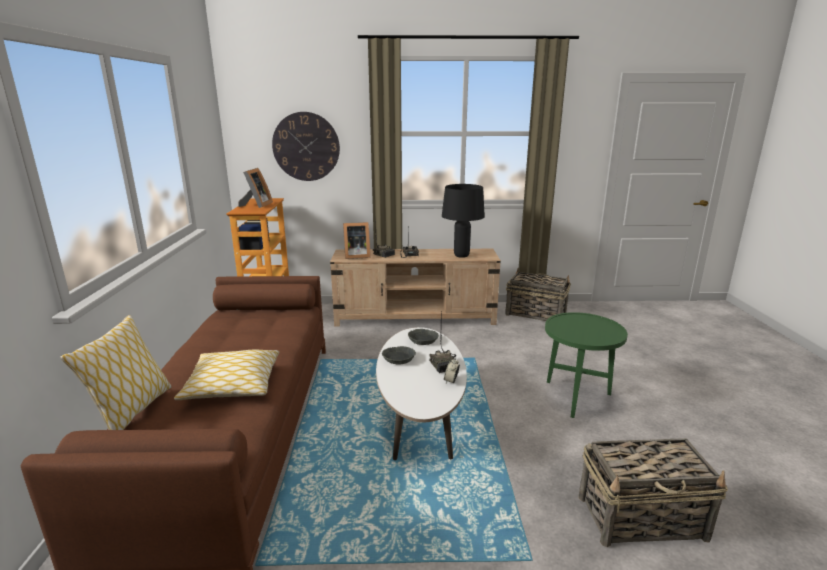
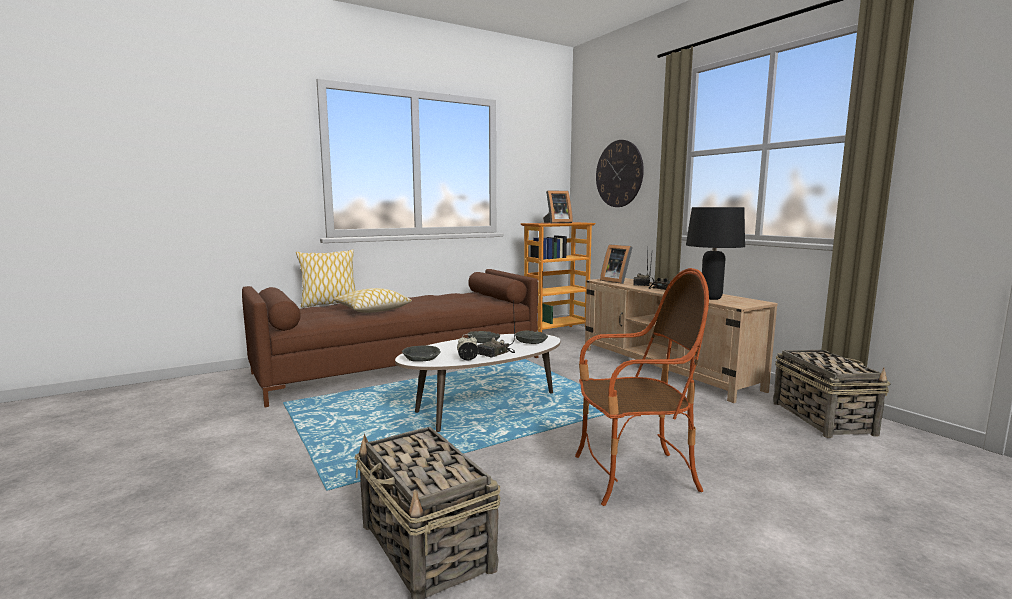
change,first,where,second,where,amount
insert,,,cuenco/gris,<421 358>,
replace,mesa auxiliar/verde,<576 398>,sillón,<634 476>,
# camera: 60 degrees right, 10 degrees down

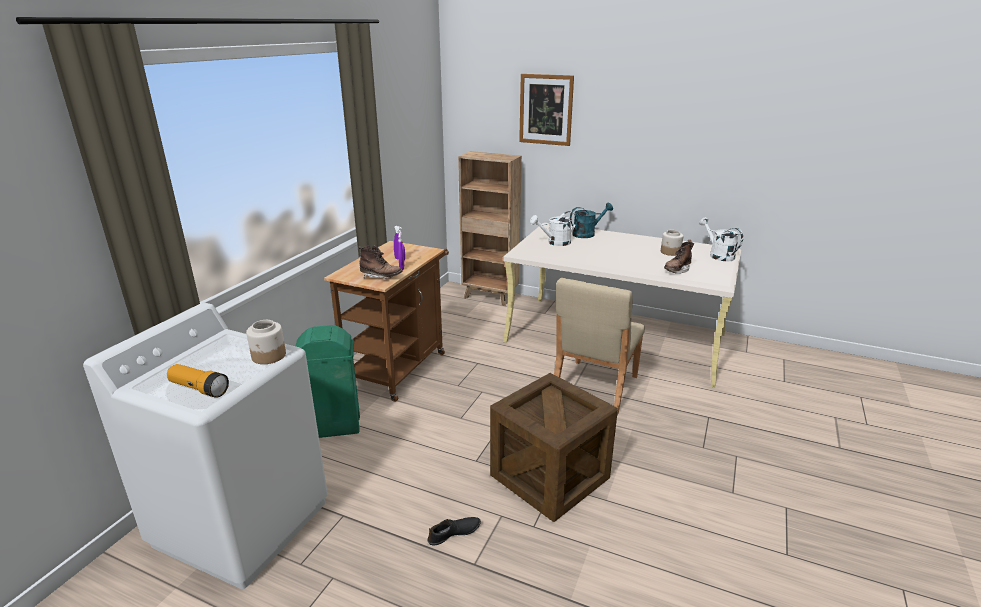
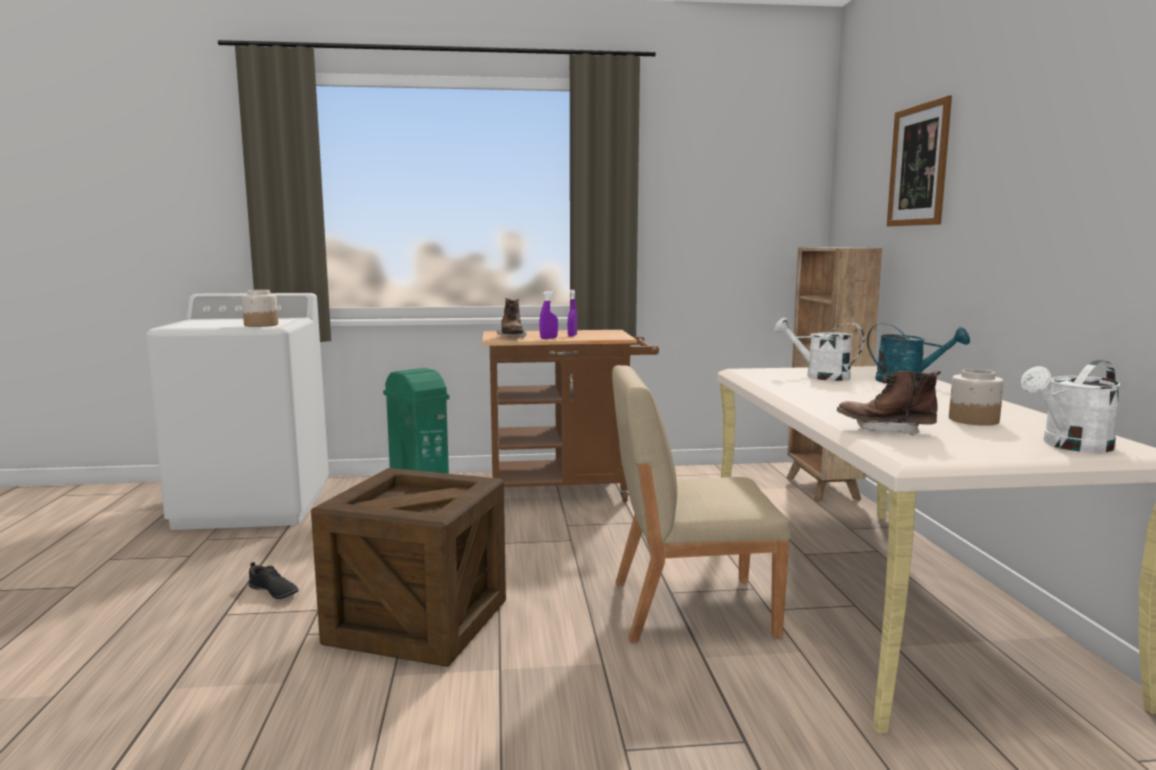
change,first,where,second,where,amount
rotate,regadera/blanco,<718 255>,,<1070 446>,150 degrees counterclockwise
delete,linterna,<199 389>,,,
# camera: 60 degrees right, 15 degrees down

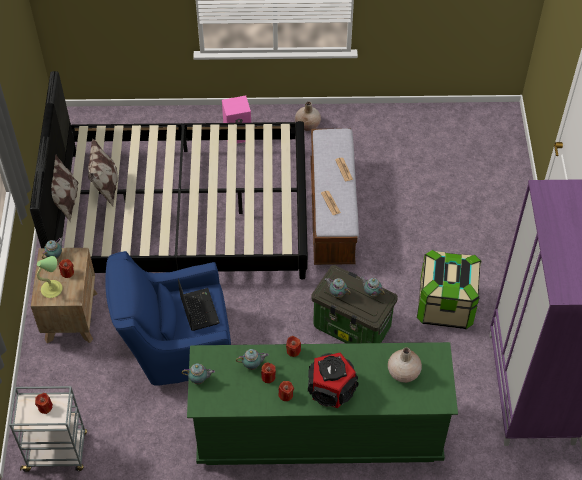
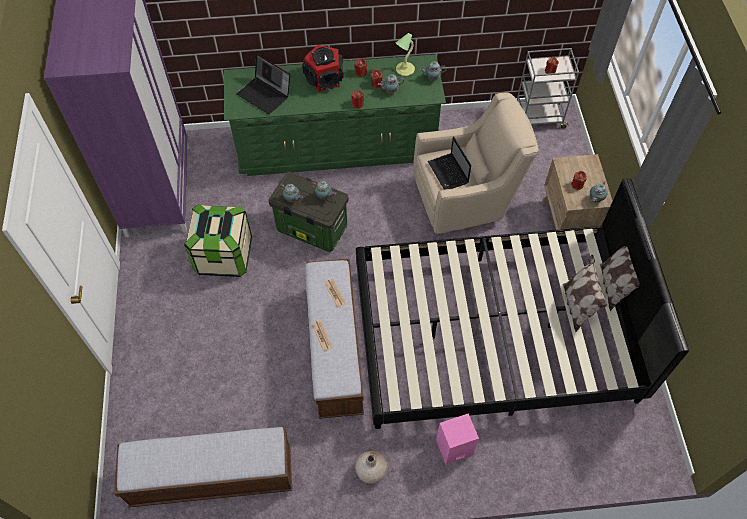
change,first,where,second,where,amount
insert,,,banco,<212 477>,
replace,florero/beis,<403 372>,portátil,<265 94>,
move,lámpara de mesa,<52 289>,,<404 69>,
recolor,sillón/azul,<176 349>,sillón/beis,<466 199>,
# camera: 175 degrees right, 5 degrees up

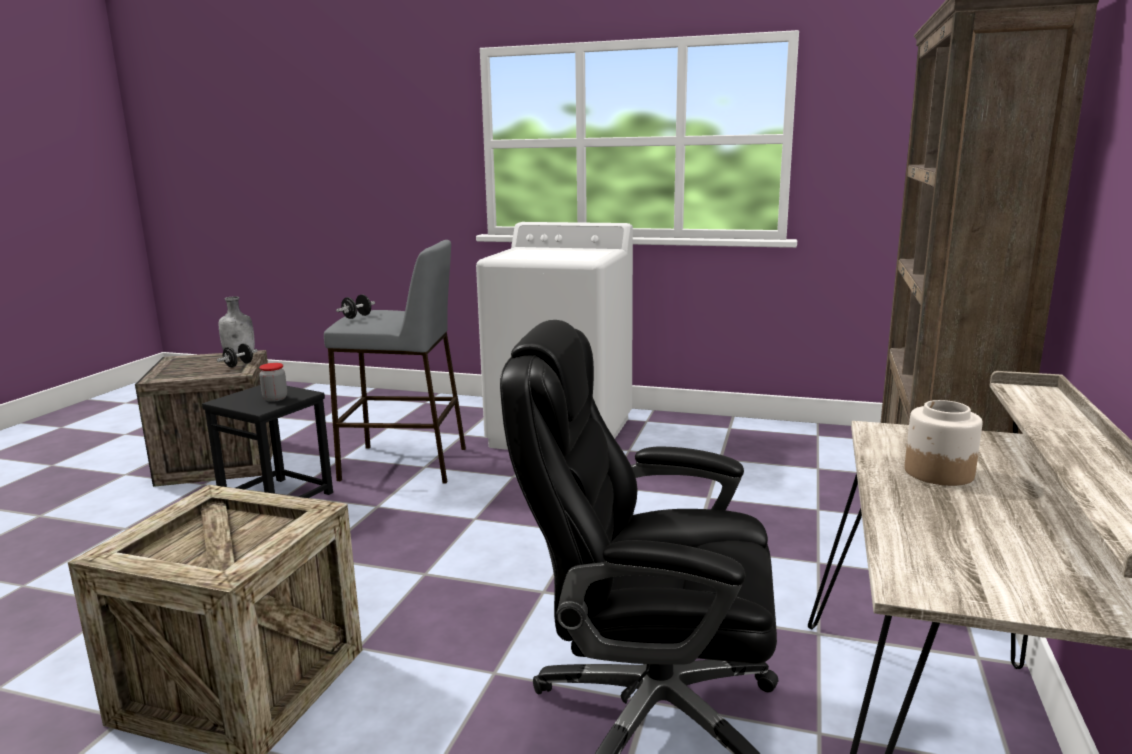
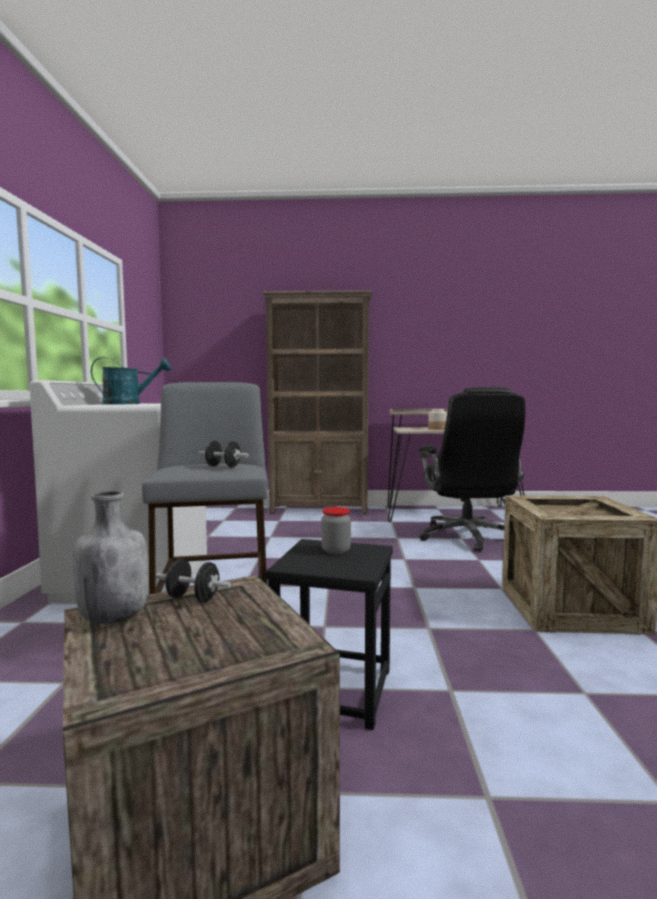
change,first,where,second,where,amount
insert,,,regadera/turquesa,<129 404>,
# camera: 105 degrees left, 10 degrees down

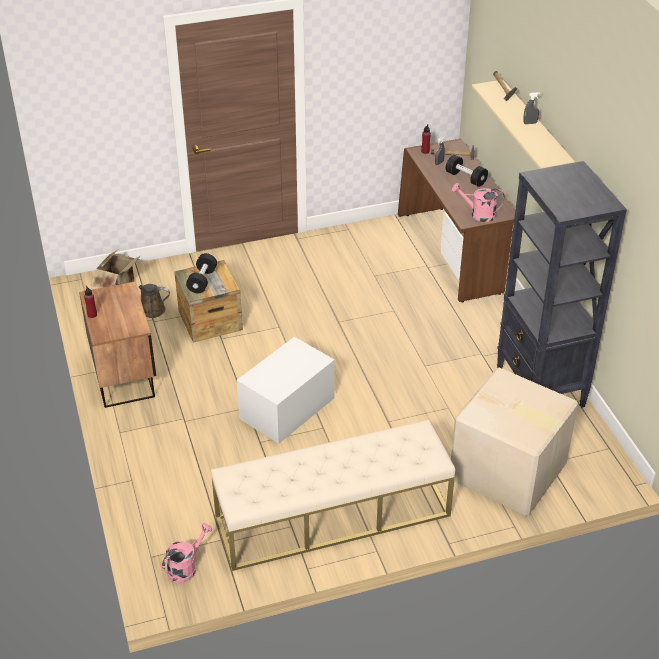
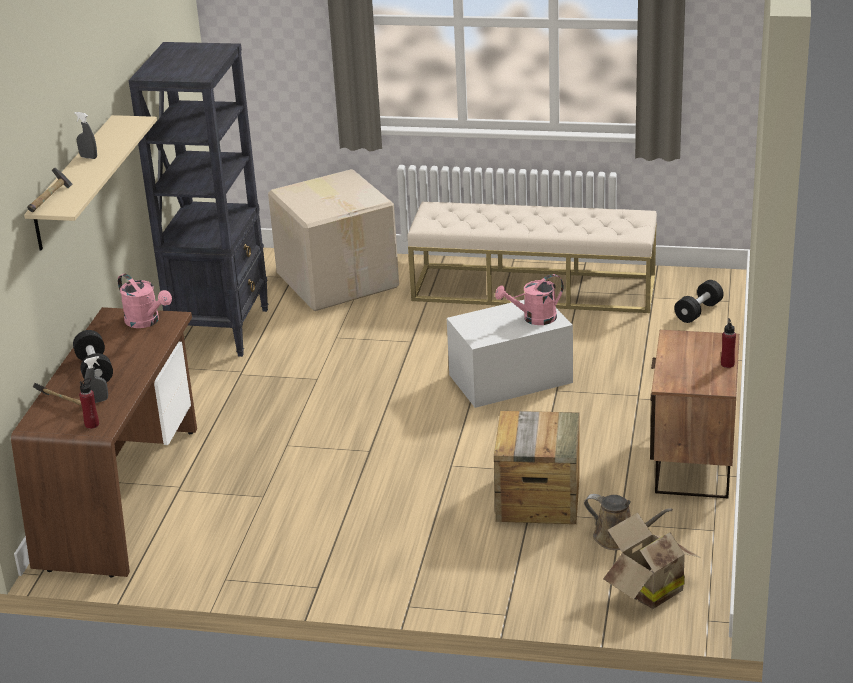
change,first,where,second,where,amount
move,regadera/rosa,<186 567>,,<534 319>,
move,mancuerna/negro,<202 281>,,<698 311>,
# camera: 150 degrees left, 10 degrees down

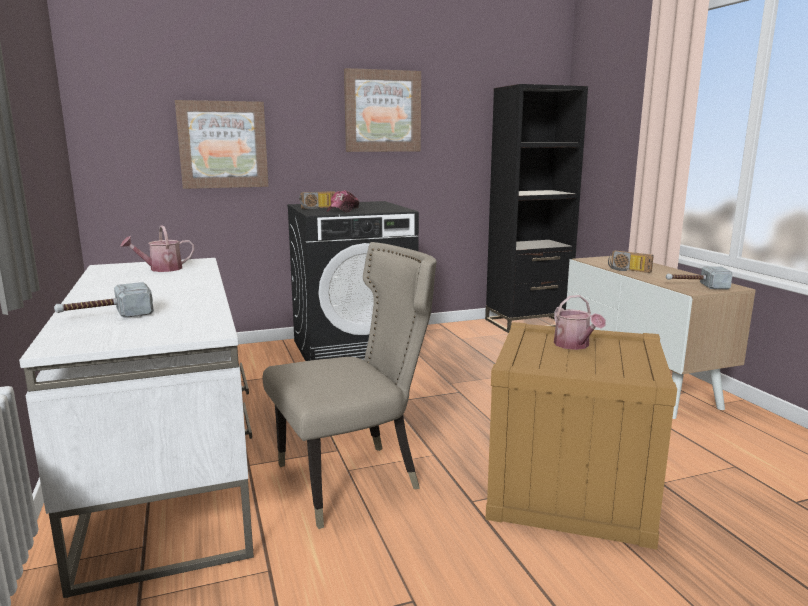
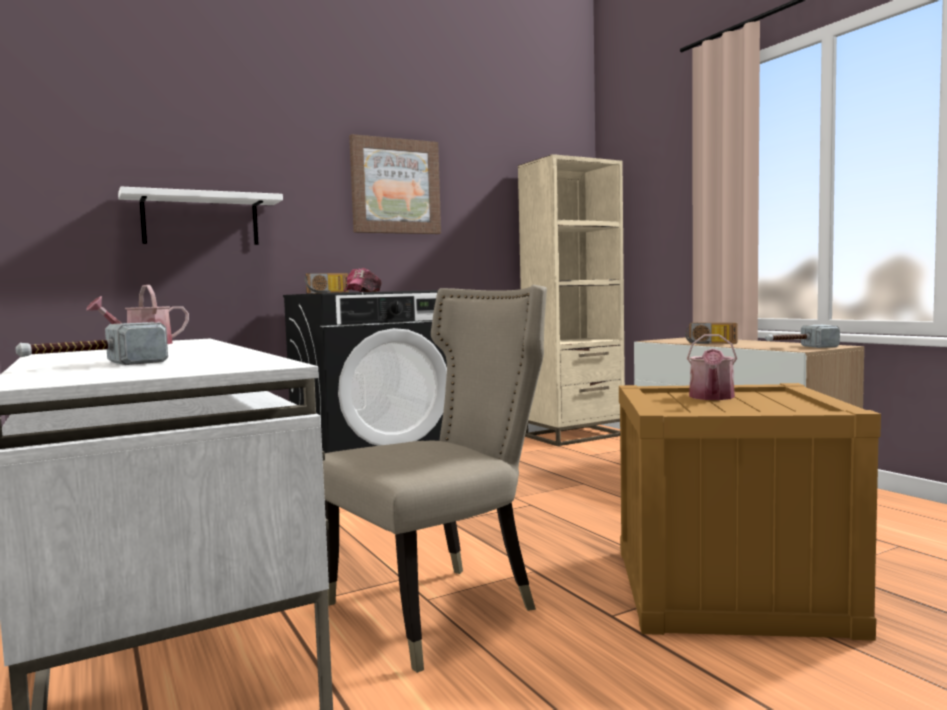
change,first,where,second,where,amount
replace,cuadro,<223 145>,estante/blanco,<201 220>,
recolor,estantería/negro,<527 322>,estantería/beis,<574 435>,
rotate,regadera,<574 345>,,<711 398>,45 degrees clockwise
# camera: 10 degrees left, 10 degrees down

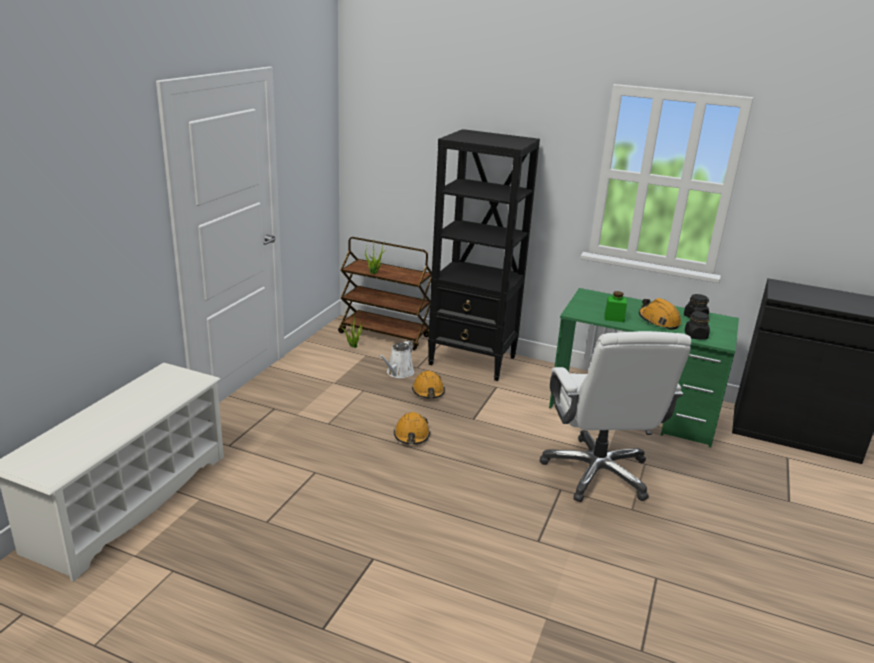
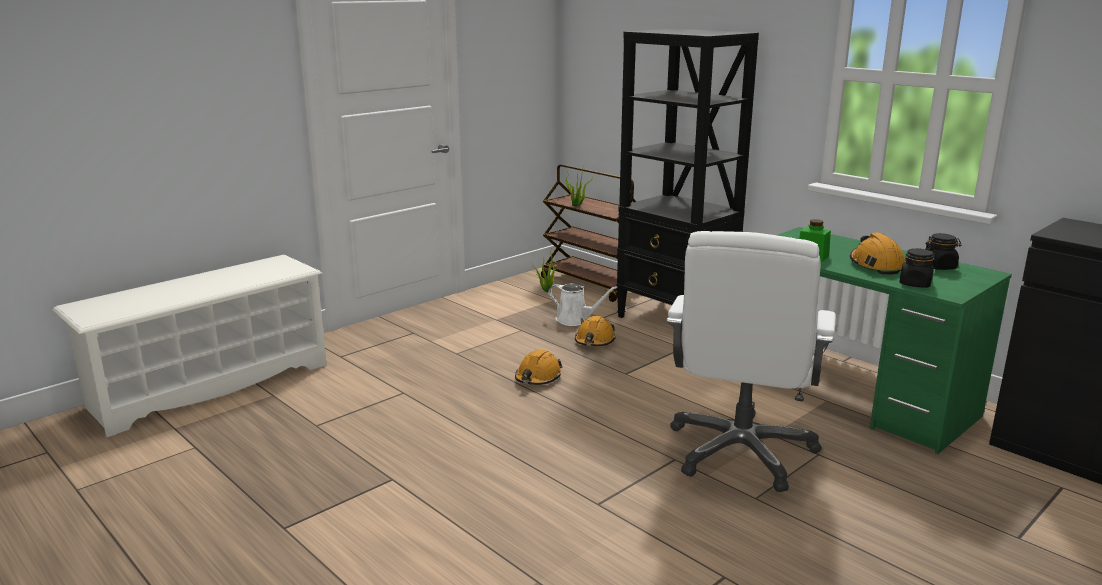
change,first,where,second,where,amount
rotate,regadera/blanco,<398 373>,,<575 320>,120 degrees counterclockwise
# camera: 25 degrees right, 5 degrees down

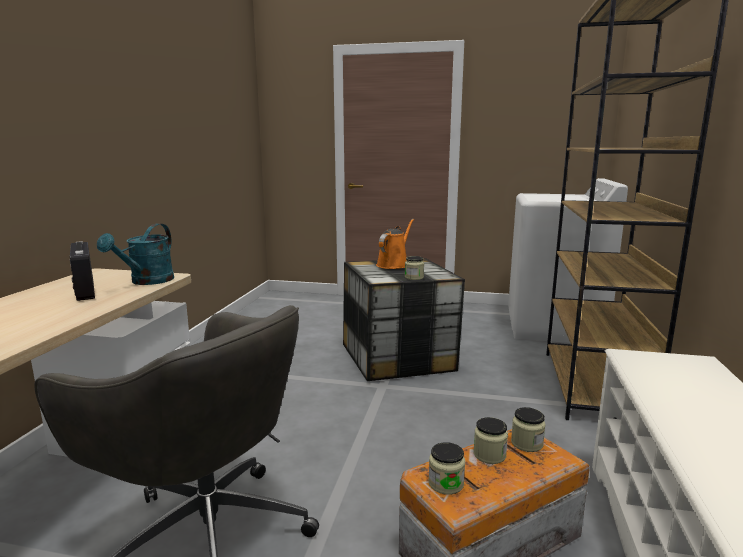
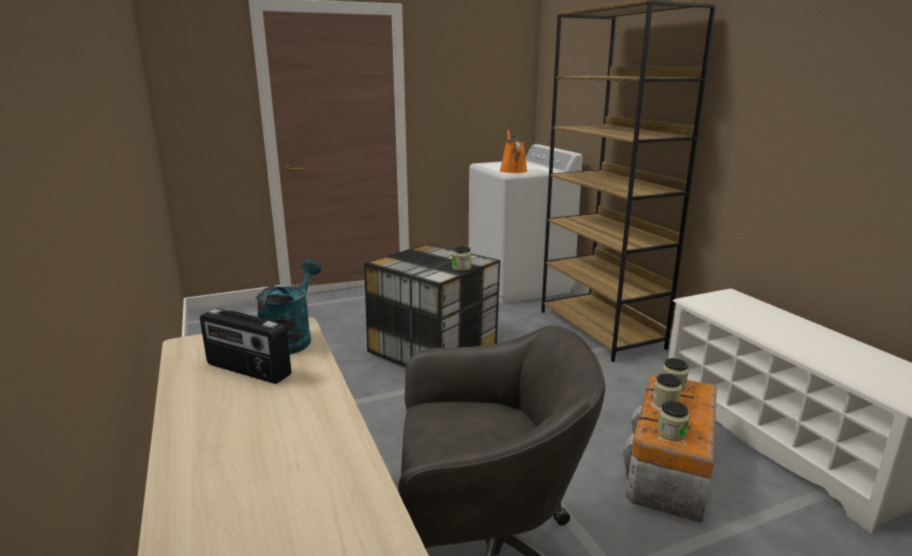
change,first,where,second,where,amount
rotate,regadera/turquesa,<147 281>,,<291 339>,150 degrees counterclockwise
move,regadera/naranja,<394 264>,,<512 170>,
# camera: 35 degrees left, 5 degrees up

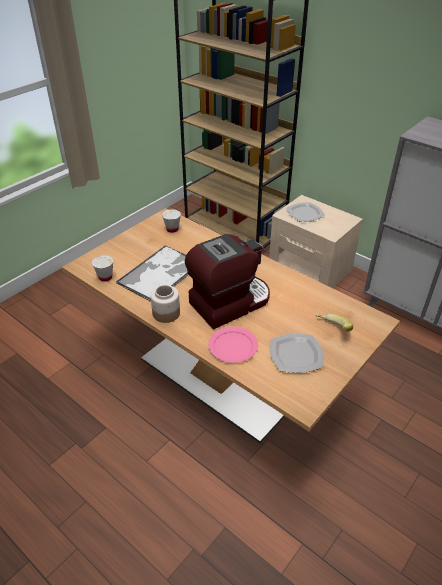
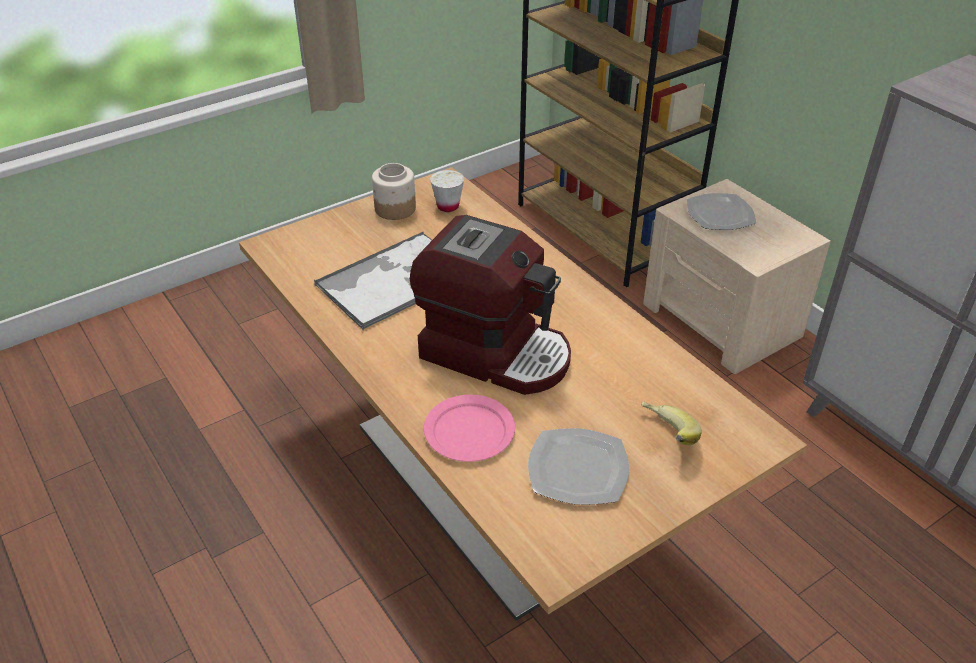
change,first,where,second,where,amount
move,tarro,<166 313>,,<395 209>,
rotate,cafetera,<229 302>,,<496 352>,45 degrees clockwise
delete,taza/blanco,<105 277>,,,
# camera: 15 degrees right, 0 degrees up

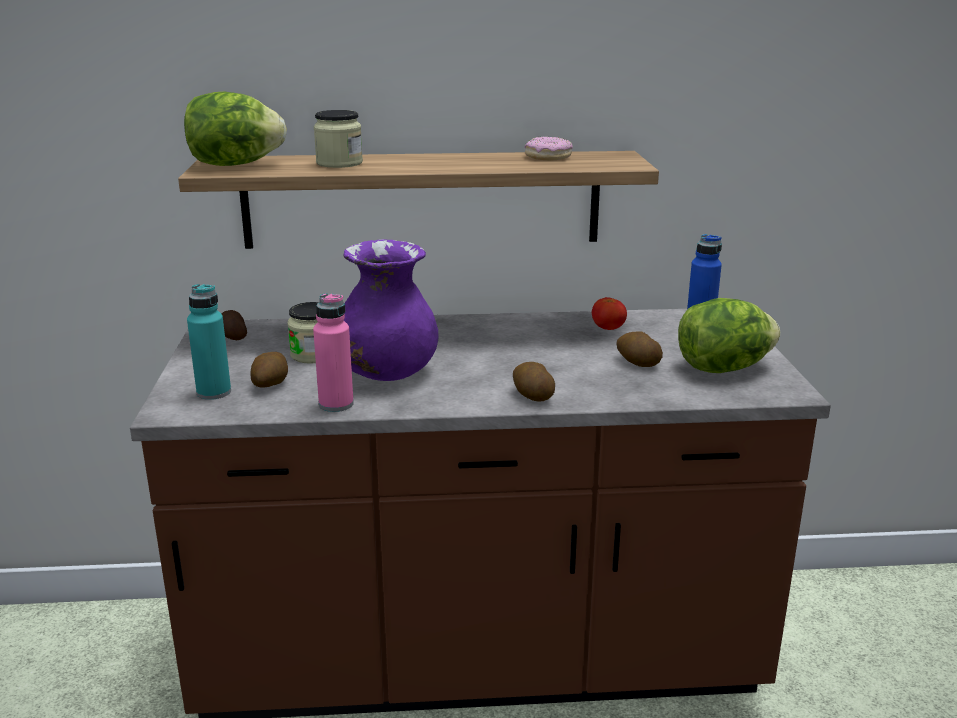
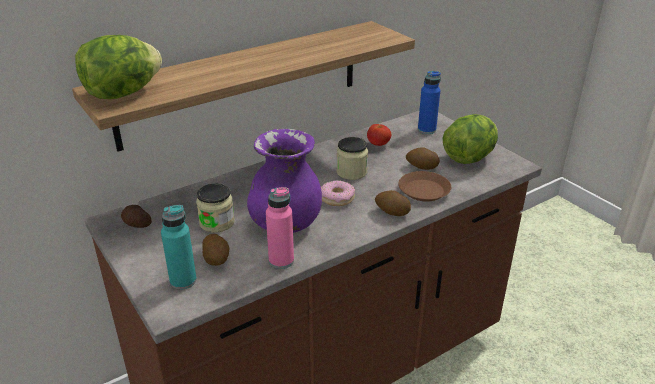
change,first,where,second,where,amount
move,rosquilla,<548 157>,,<337 198>,
move,tarro,<339 163>,,<351 172>,
insert,,,plato/marrón,<423 190>,
# camera: 30 degrees left, 10 degrees up

